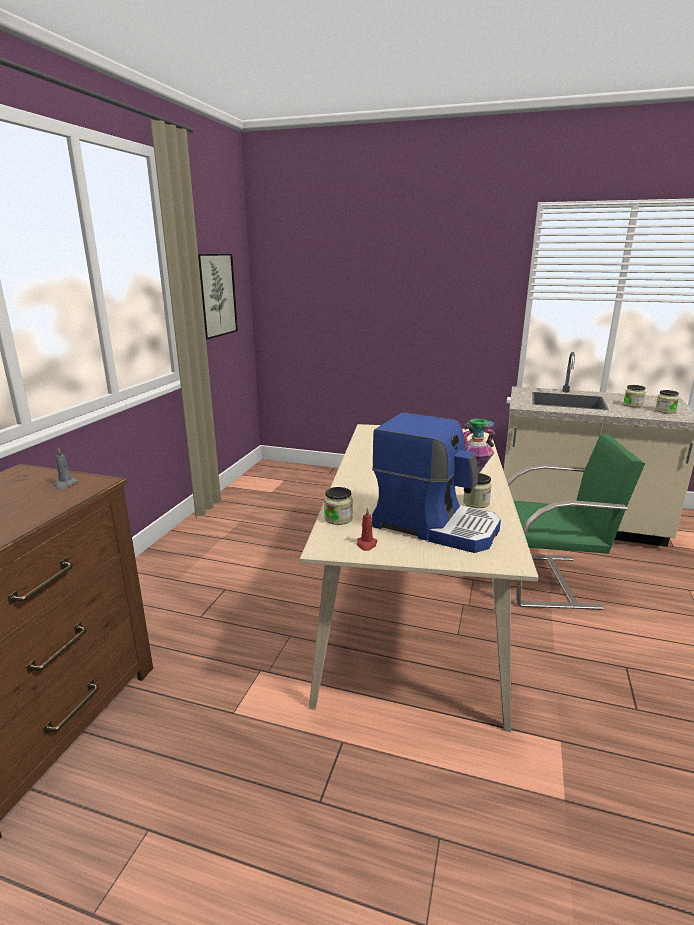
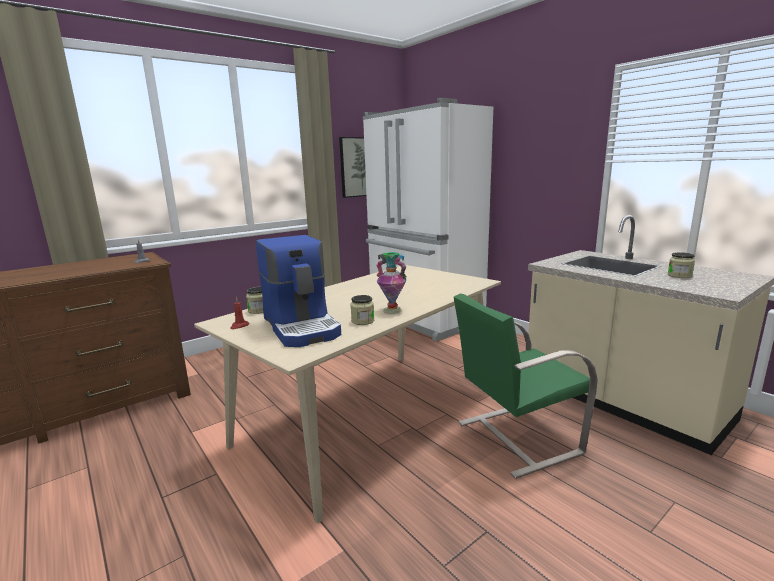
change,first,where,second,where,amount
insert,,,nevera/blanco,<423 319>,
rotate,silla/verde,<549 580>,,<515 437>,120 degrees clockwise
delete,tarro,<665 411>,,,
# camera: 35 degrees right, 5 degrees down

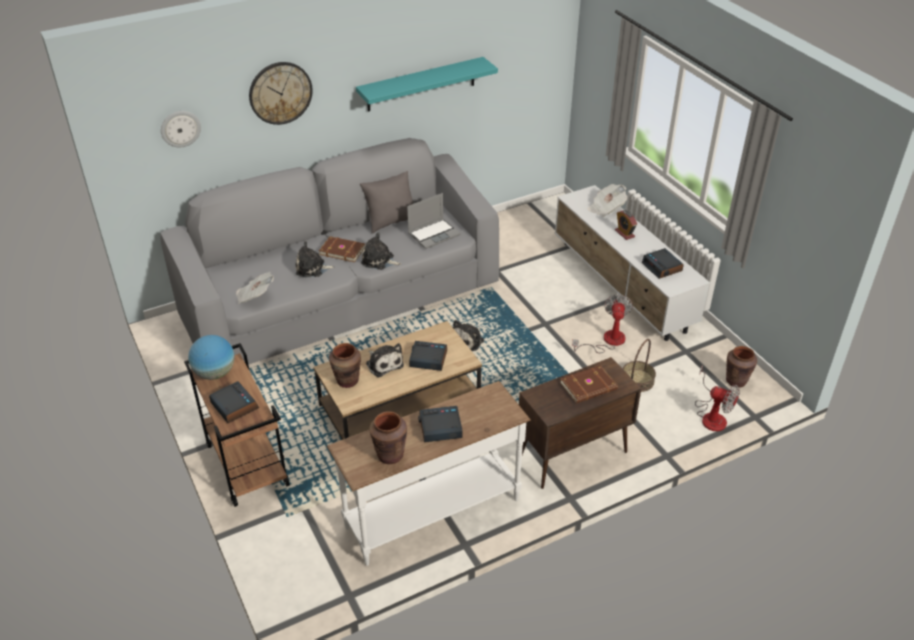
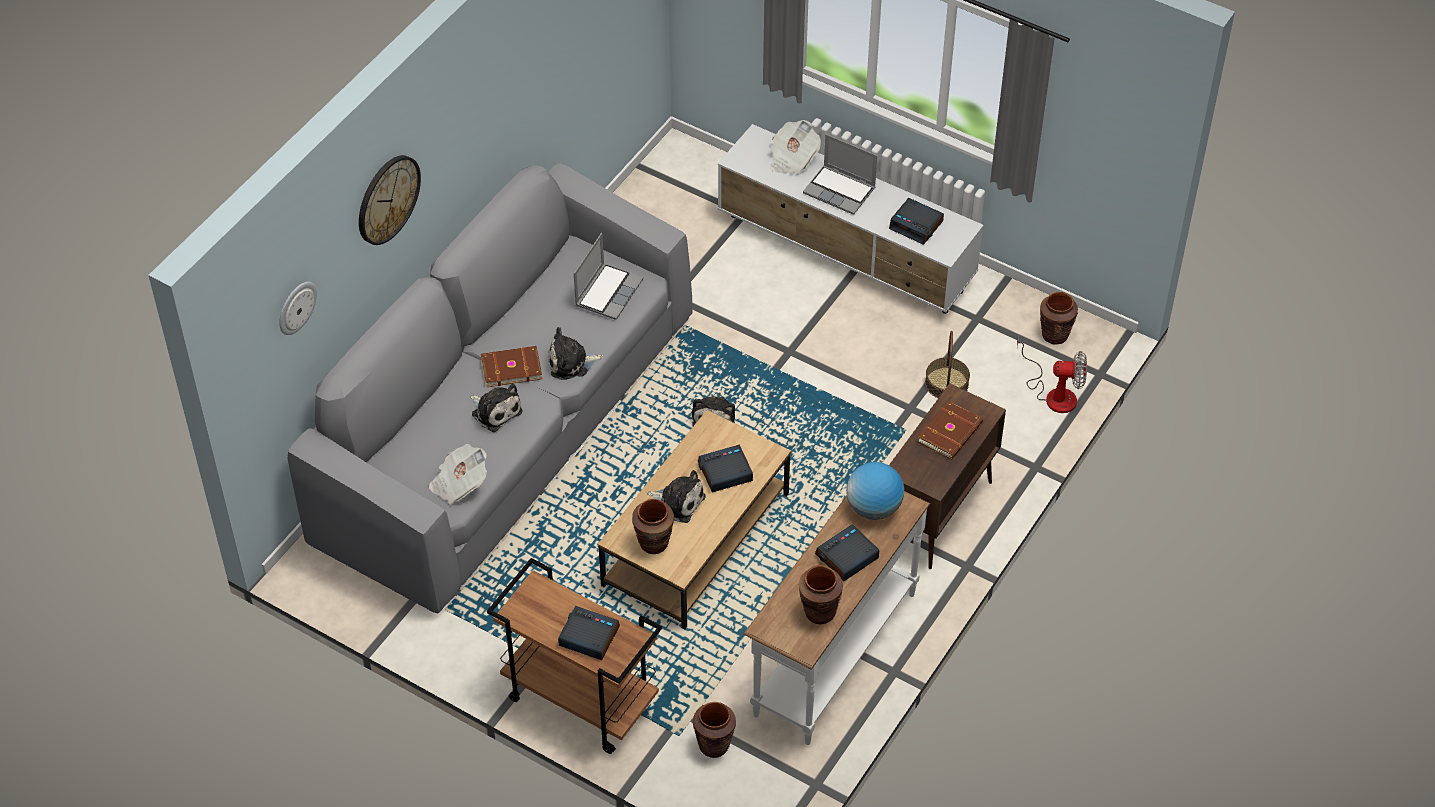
change,first,where,second,where,amount
rotate,peluche,<312 268>,,<495 411>,105 degrees counterclockwise
insert,,,florero/marrón,<714 745>,
replace,despertador,<624 233>,portátil,<840 191>,
move,globo terráqueo,<215 373>,,<874 508>,
delete,estante/turquesa,<421 84>,,,
delete,cojín/gris,<390 222>,,,
delete,ventilador,<607 341>,,,
# camera: 30 degrees left, 10 degrees up

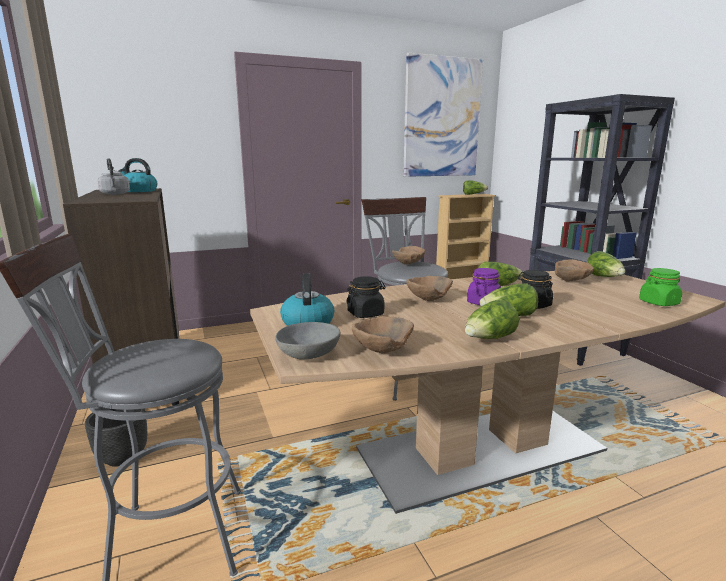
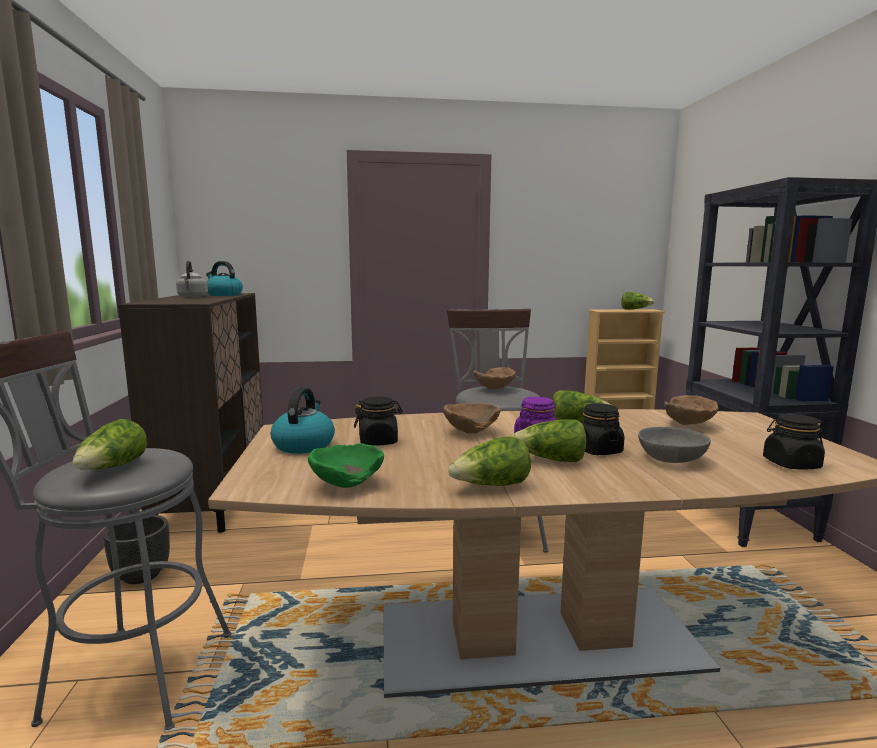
change,first,where,second,where,amount
move,lechuga,<604 277>,,<113 468>,
recolor,cuenco/marrón,<381 350>,cuenco/verde,<346 484>,
move,cuenco/gris,<308 354>,,<670 458>,
recolor,tarro/verde,<658 303>,tarro/negro,<791 464>,
delete,cuadro,<442 118>,,,
# camera: 15 degrees right, 5 degrees down

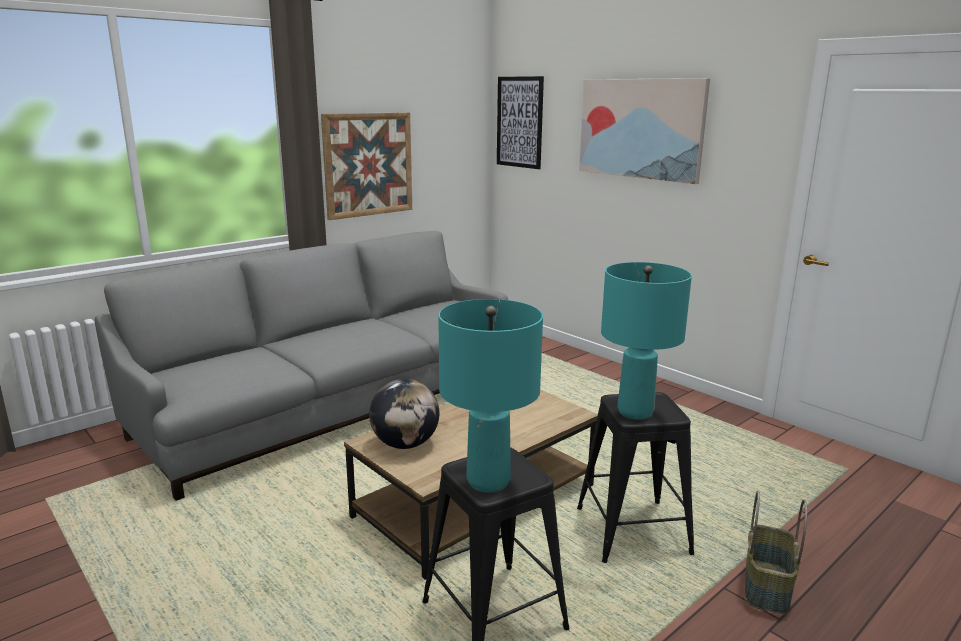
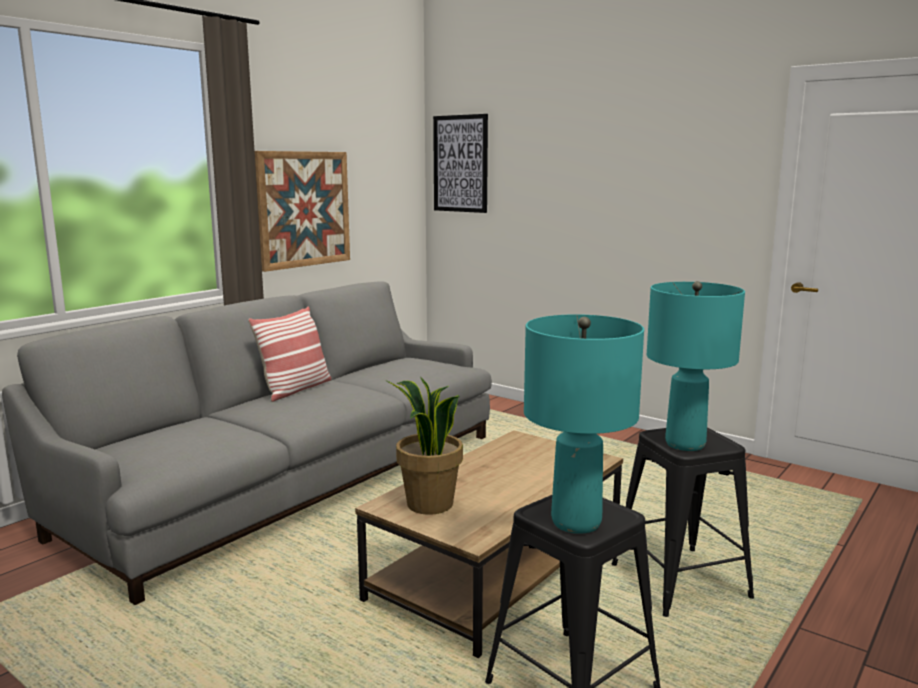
change,first,where,second,where,amount
insert,,,cojín,<295 389>,
replace,globo terráqueo,<405 444>,planta en maceta,<429 504>,
delete,cuadro,<641 128>,,,
delete,cesta,<768 587>,,,
# camera: 10 degrees left, 5 degrees down

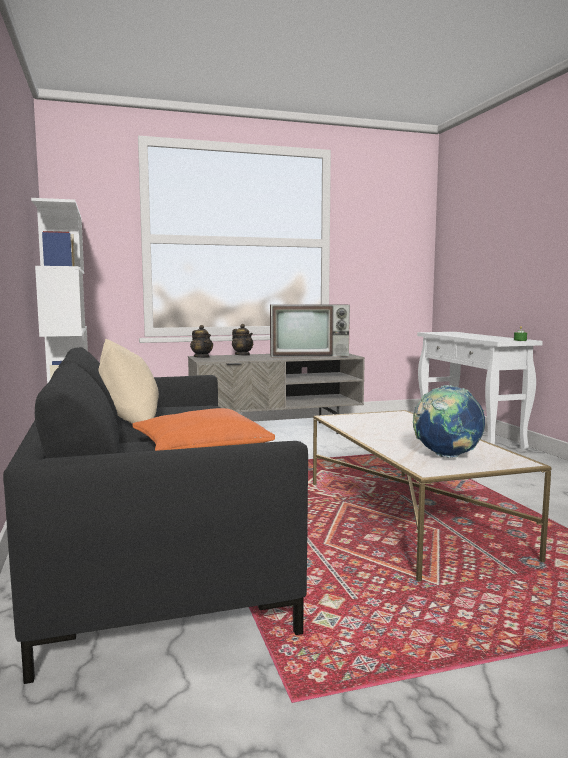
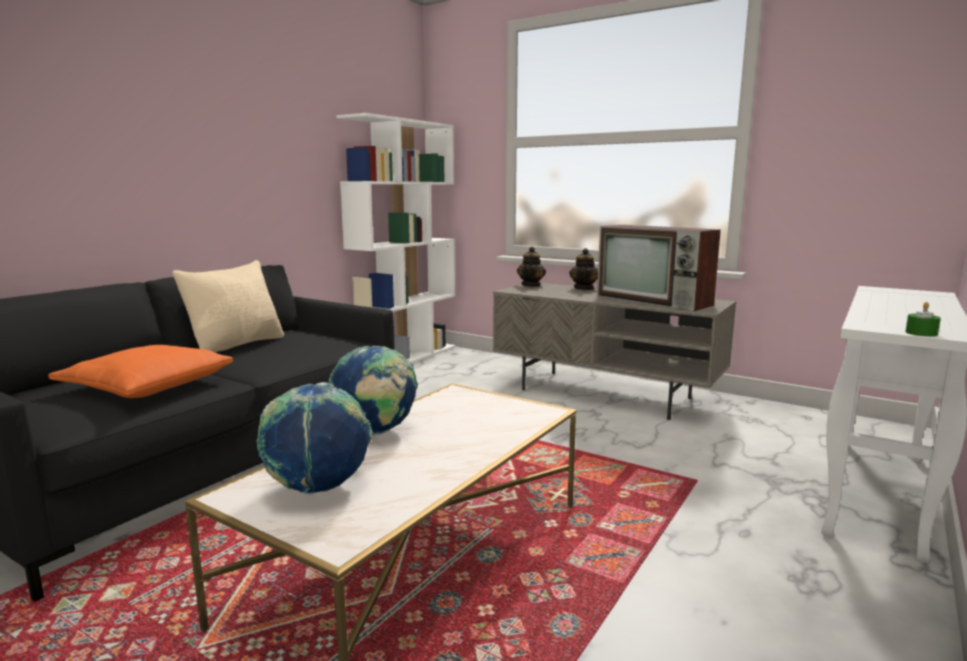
change,first,where,second,where,amount
insert,,,globo terráqueo,<375 433>,
# camera: 50 degrees right, 5 degrees up

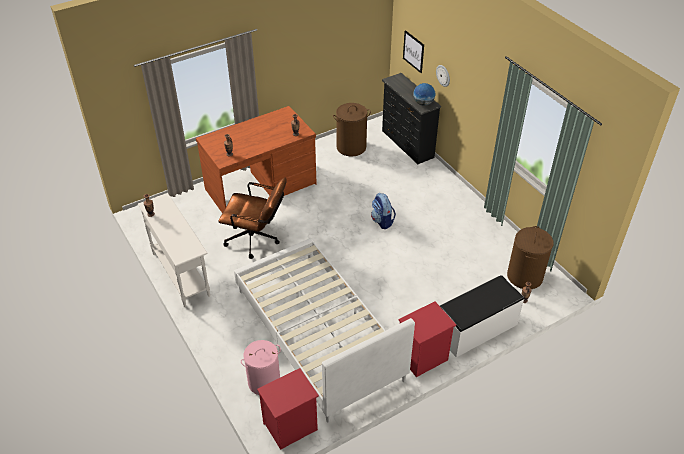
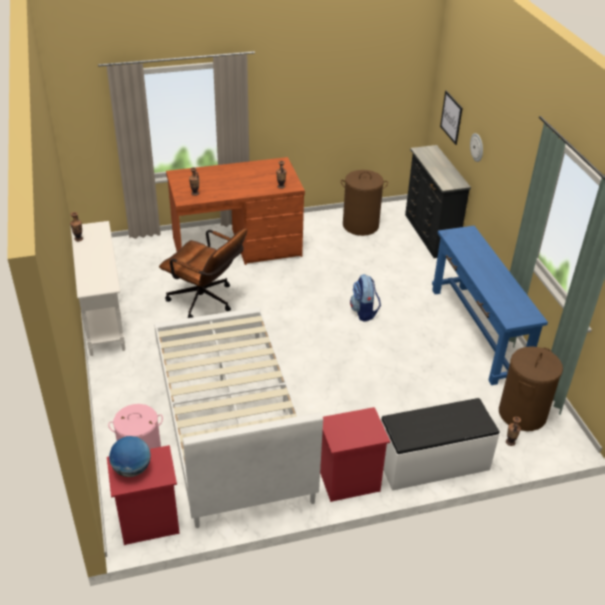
change,first,where,second,where,amount
move,globo terráqueo,<423 103>,,<132 469>,
insert,,,mesa consola/azul,<476 332>,
# camera: 15 degrees right, 5 degrees down

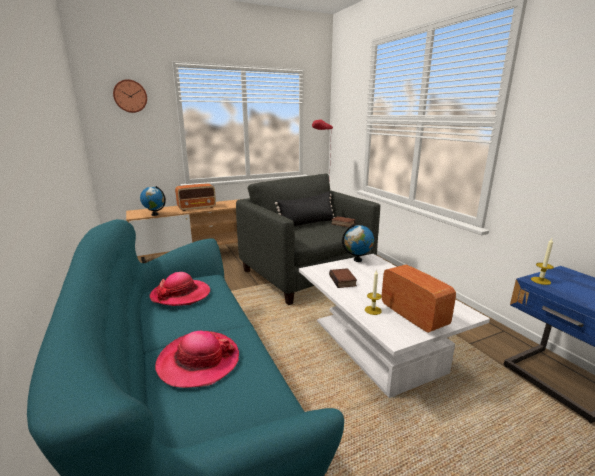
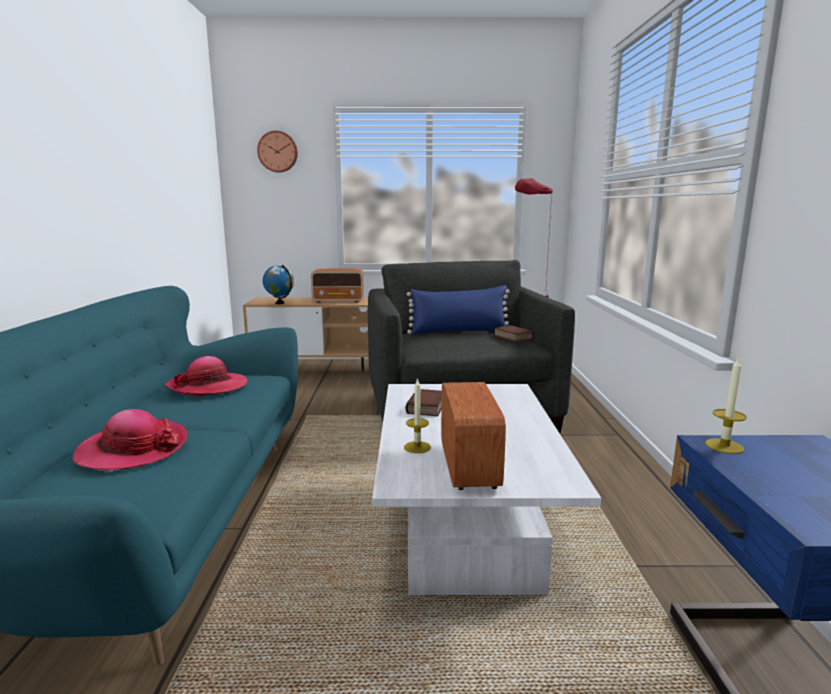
change,first,where,second,where,amount
recolor,cojín/negro,<307 224>,cojín/azul,<459 332>,
delete,globo terráqueo,<357 260>,,,
# camera: 25 degrees right, 5 degrees down

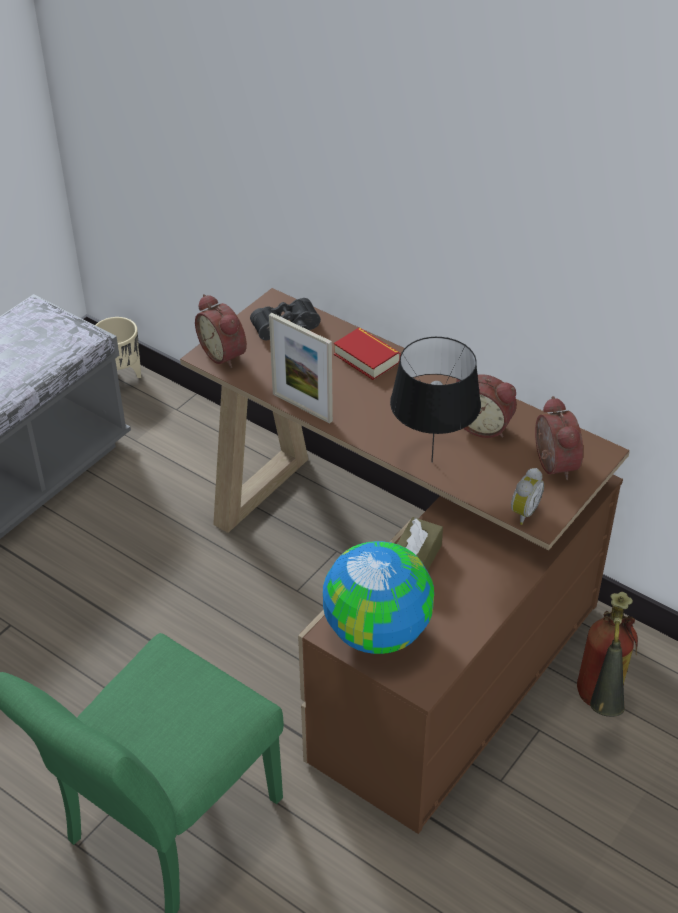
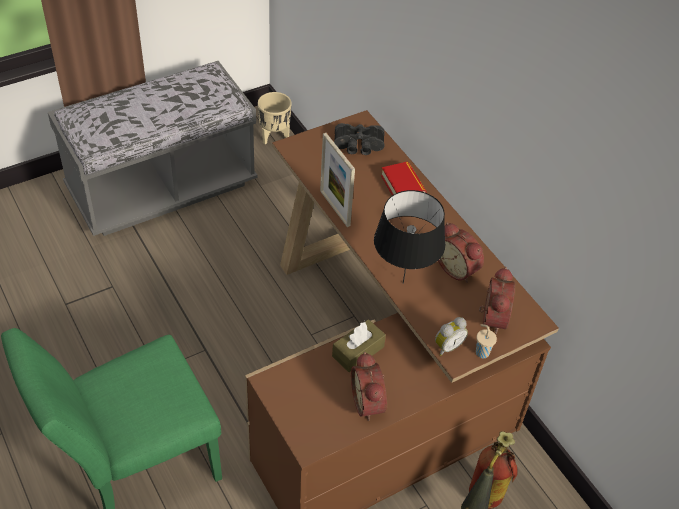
change,first,where,second,where,amount
move,despertador,<225 353>,,<370 402>,
insert,,,taza/beis,<481 352>,
delete,globo terráqueo,<377 631>,,,
# camera: 20 degrees right, 5 degrees up

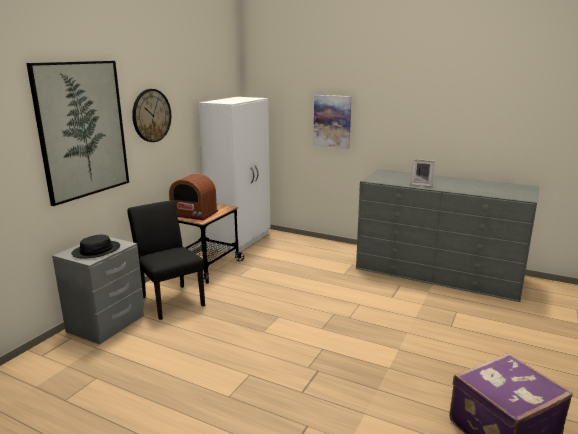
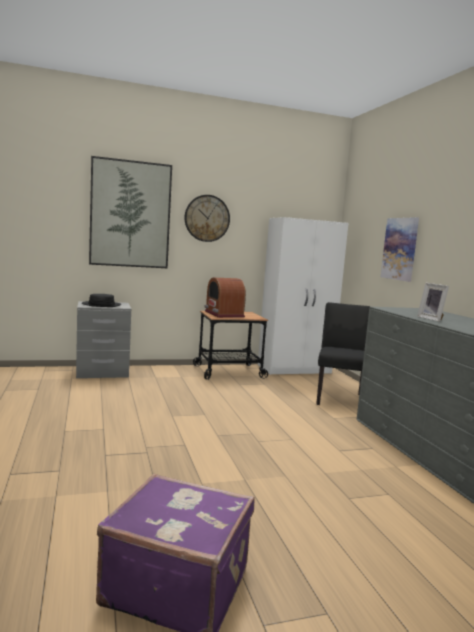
change,first,where,second,where,amount
move,silla/negro,<170 299>,,<340 397>,
# camera: 45 degrees right, 10 degrees down

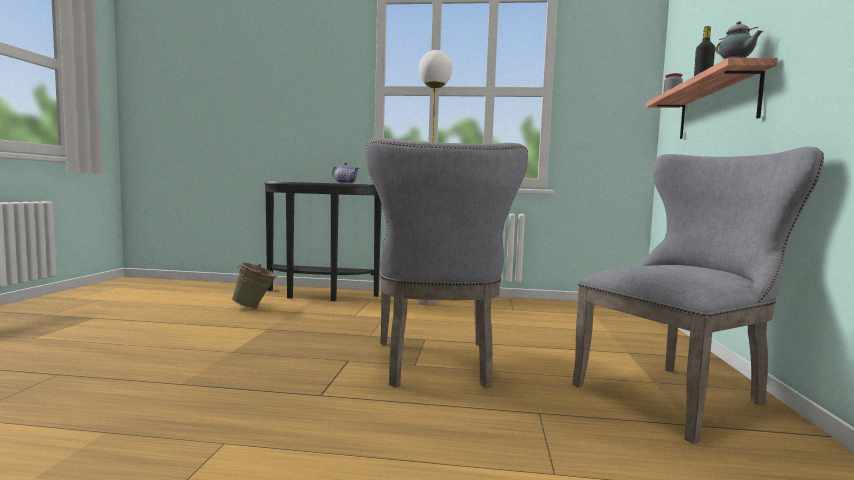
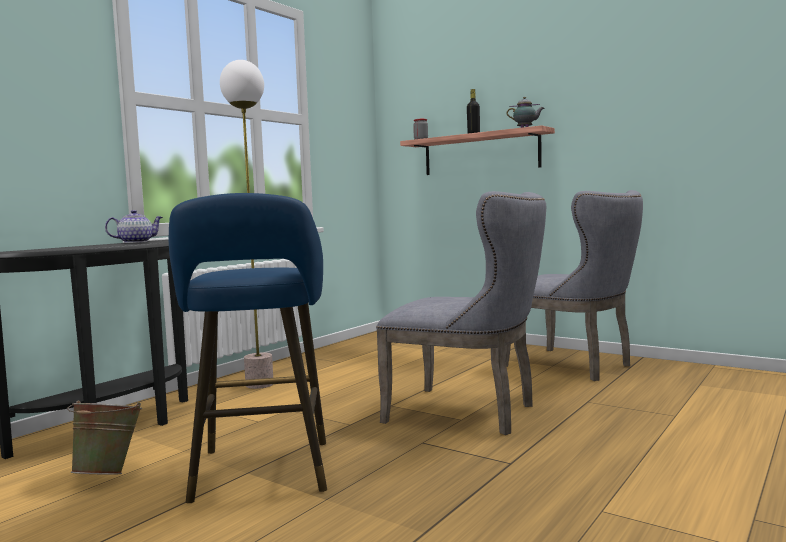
change,first,where,second,where,amount
insert,,,taburete/azul,<262 474>,
rotate,silla/gris,<678 394>,,<575 366>,135 degrees clockwise
# camera: 60 degrees left, 0 degrees up

